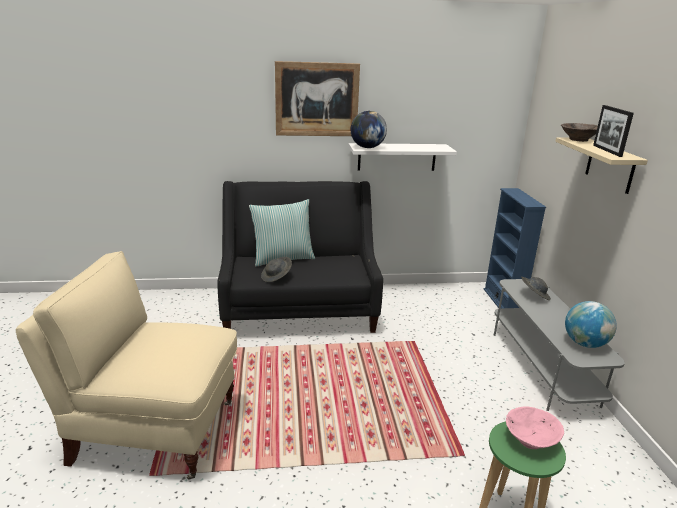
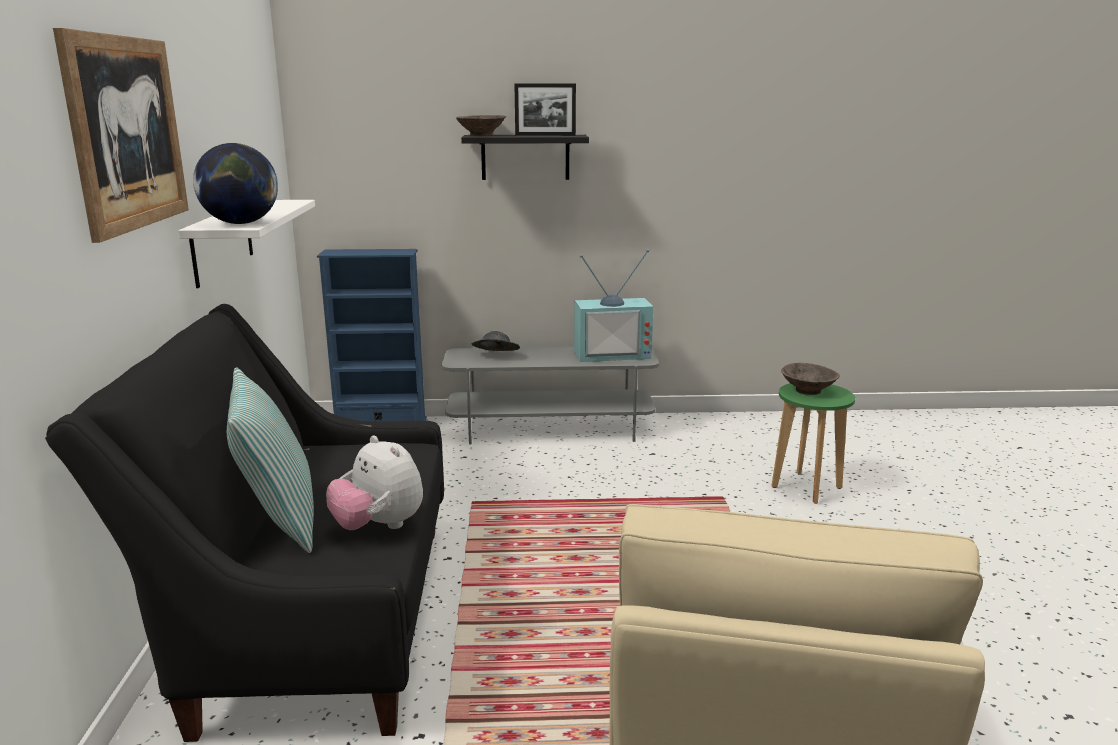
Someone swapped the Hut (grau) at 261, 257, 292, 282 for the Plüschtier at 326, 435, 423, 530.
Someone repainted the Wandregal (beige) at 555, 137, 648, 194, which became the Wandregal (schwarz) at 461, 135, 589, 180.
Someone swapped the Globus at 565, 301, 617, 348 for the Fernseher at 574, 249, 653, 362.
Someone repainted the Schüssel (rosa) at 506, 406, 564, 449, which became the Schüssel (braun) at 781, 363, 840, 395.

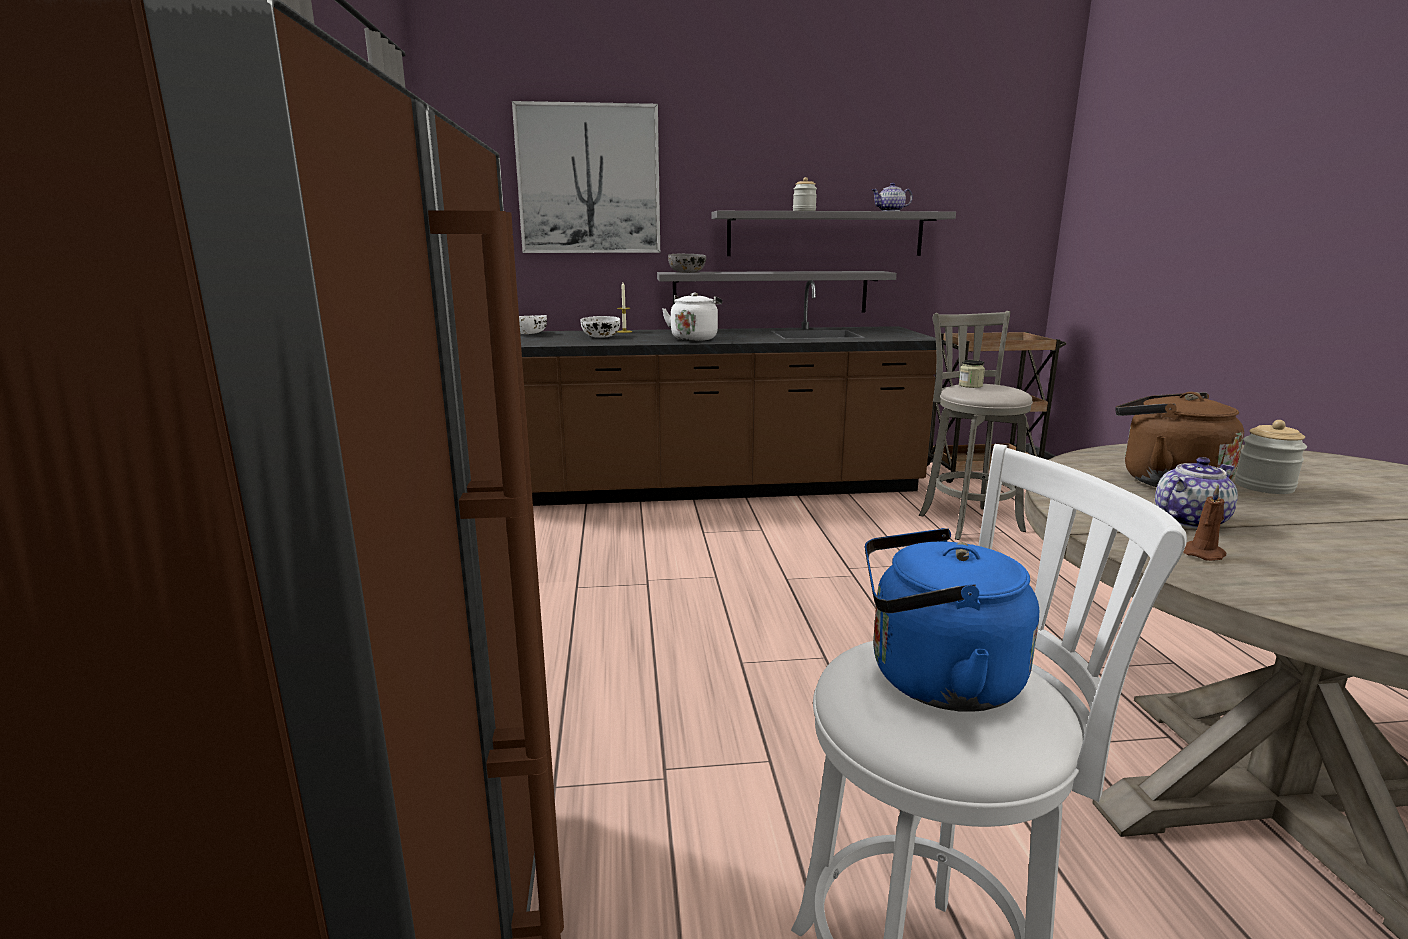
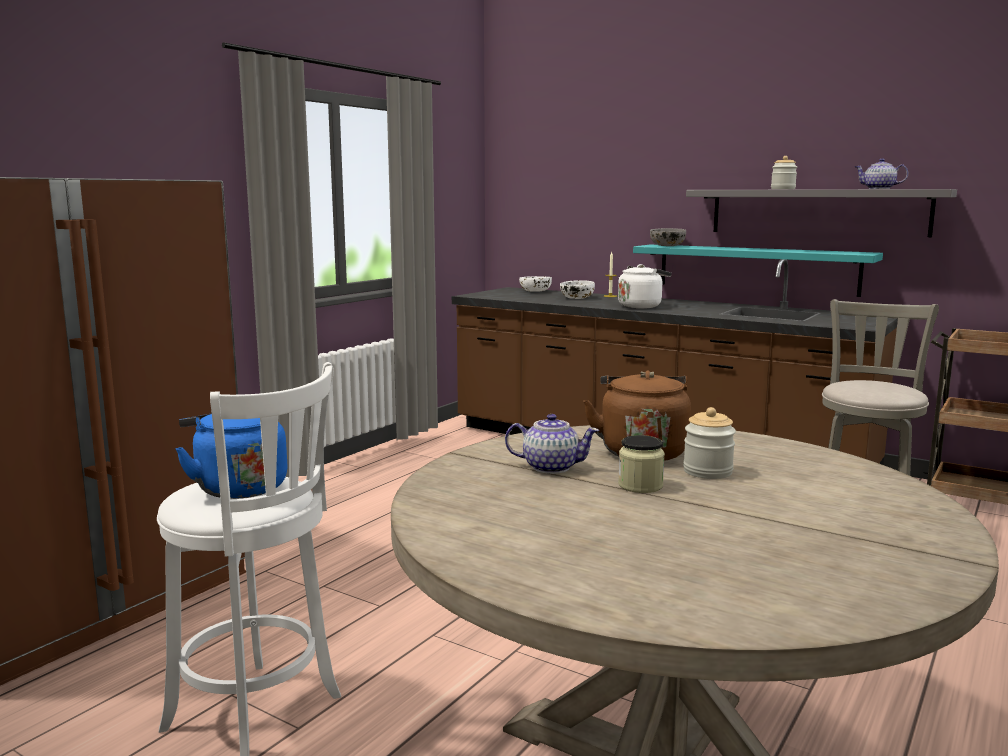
Someone carried the Vorratsglas from 959, 360, 985, 388 to 618, 435, 665, 493.
Someone repainted the Wandregal (grau) at 657, 271, 897, 312, which became the Wandregal (türkis) at 633, 244, 883, 297.
Someone took away the Bild at 512, 101, 660, 253.
Someone took away the Kerze (braun) at 1183, 484, 1226, 561.

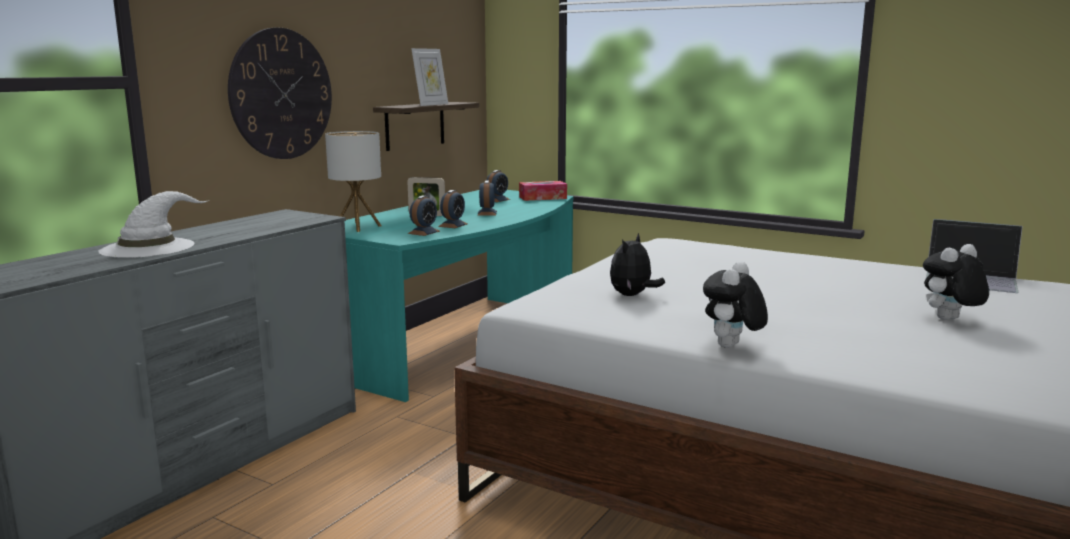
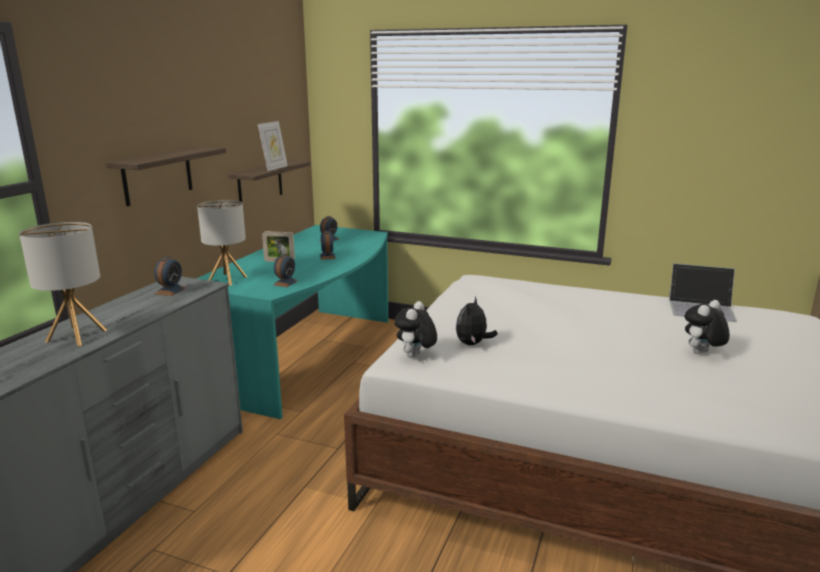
Someone swapped the Hut (weiß) at 98, 191, 209, 258 for the Tischlampe at 19, 222, 107, 346.
Someone swapped the Wanduhr at 228, 27, 332, 159 for the Wandregal at 106, 147, 226, 206.
Someone carried the Wecker from 438, 190, 468, 228 to 154, 257, 186, 296.
Someone carried the Plüschtier from 703, 261, 768, 348 to 394, 301, 437, 358.
Someone took away the Taschentuchbox at 519, 181, 567, 201.

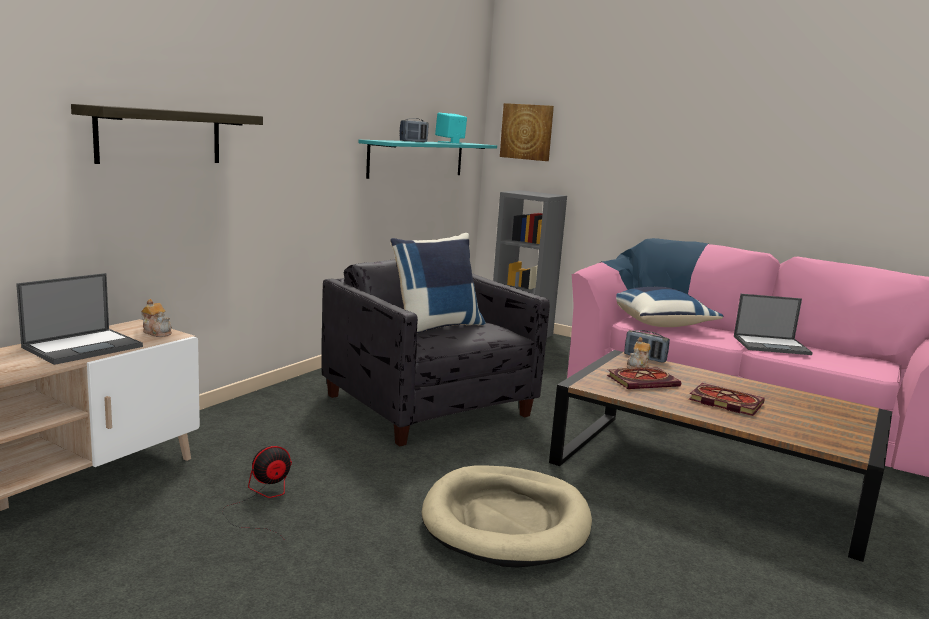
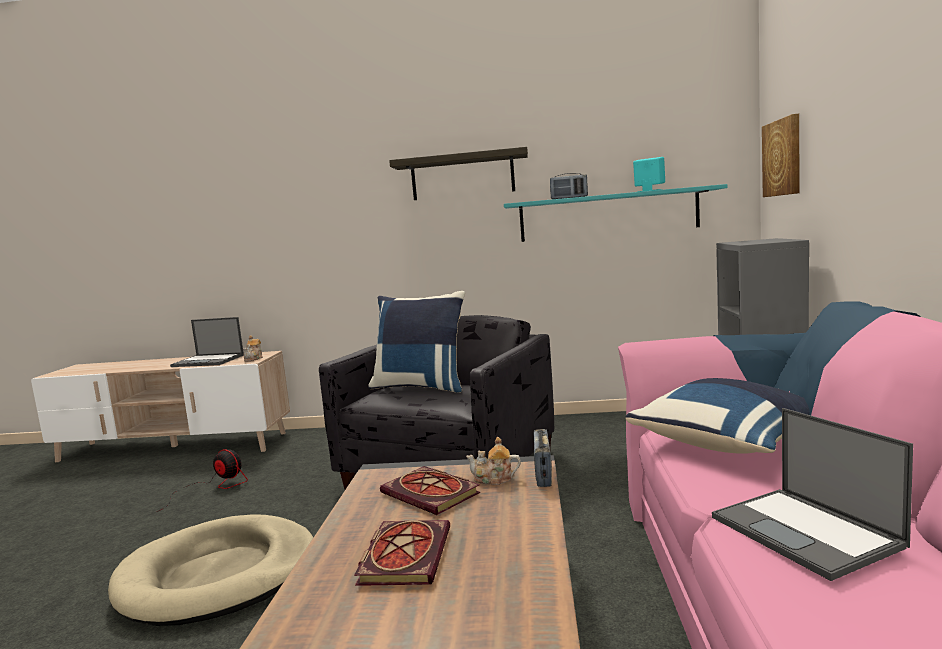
Someone carried the Wandregal from 71, 104, 263, 164 to 389, 147, 528, 200.

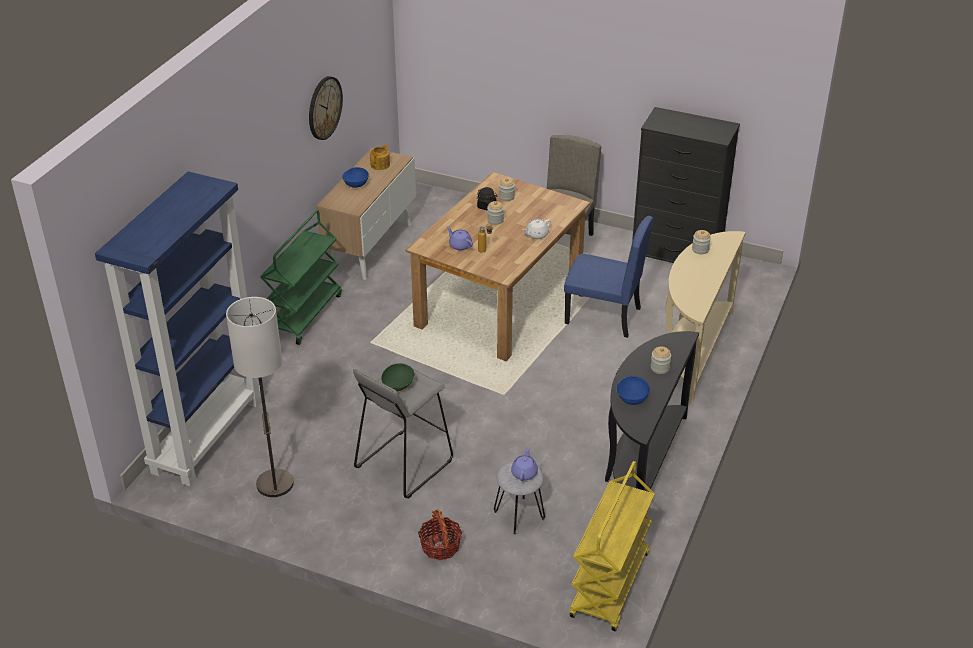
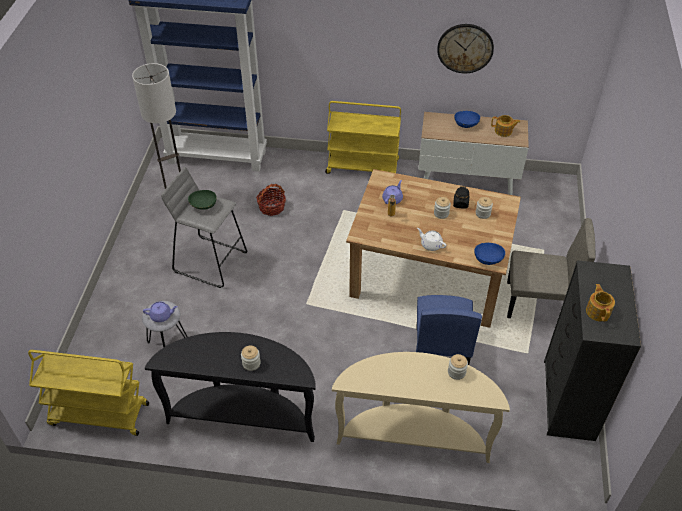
Someone carried the Korb from 418, 509, 462, 560 to 256, 184, 286, 216.
Someone repainted the Rollwagen (grün) at 260, 210, 342, 345, which became the Rollwagen (gelb) at 325, 101, 401, 174.
Someone carried the Schüssel (blau) from 616, 376, 650, 405 to 474, 243, 505, 265.
Someone put down the Teekanne at 586, 284, 615, 321.

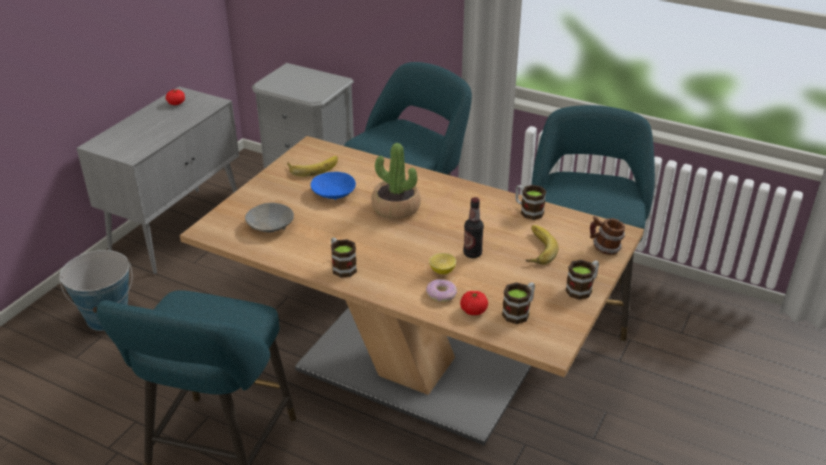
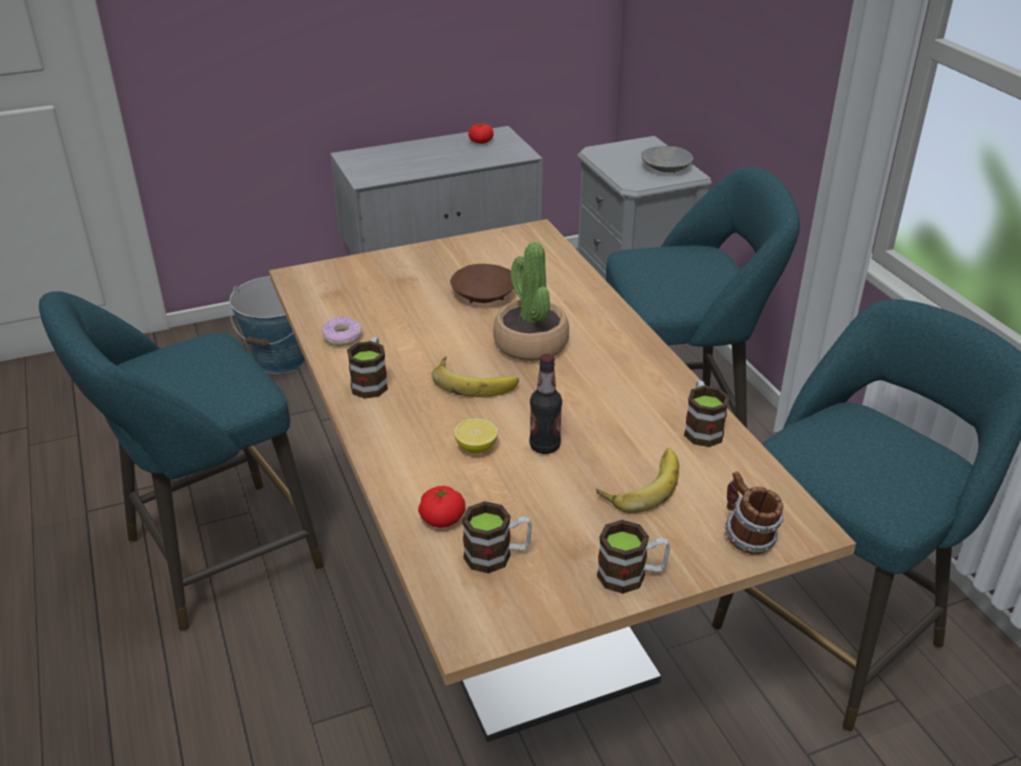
Someone carried the Donut from 426, 279, 457, 302 to 322, 317, 362, 346.
Someone carried the Banane from 287, 156, 338, 177 to 432, 356, 519, 397.
Someone repainted the Schüssel (blau) at 311, 172, 356, 200, which became the Schüssel (braun) at 450, 264, 514, 303.
Someone carried the Schüssel (grau) from 245, 203, 294, 232 to 641, 146, 693, 173.

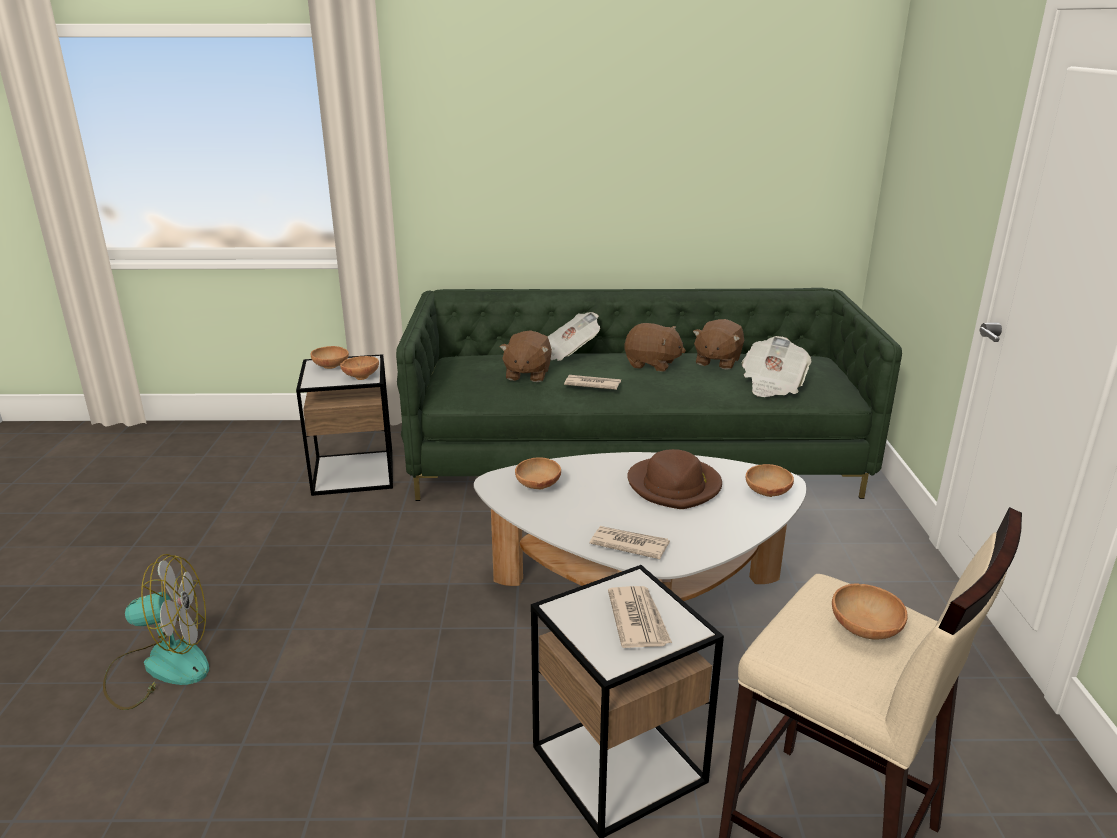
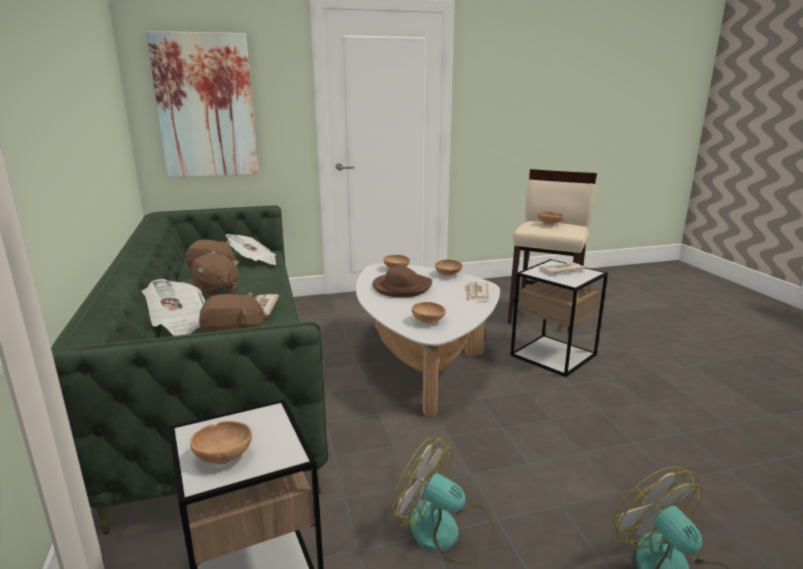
Someone put up the Bild at 146, 31, 258, 178.
Someone rotated the Plüschtier (braun) at 624, 323, 686, 372 by 135 degrees clockwise.
Someone put down the Ventilator at 391, 437, 495, 565.
Someone carried the Schüssel (braun) from 340, 356, 379, 380 to 435, 259, 462, 276.

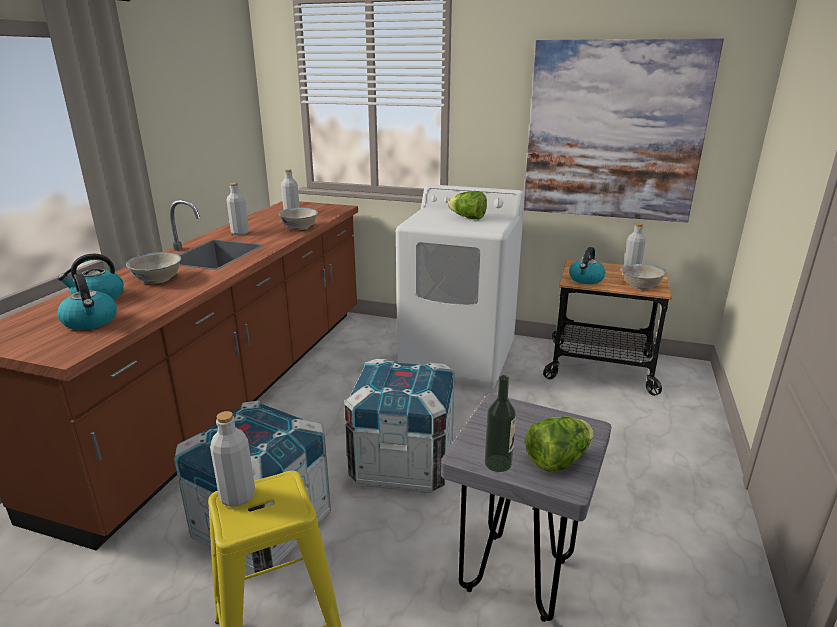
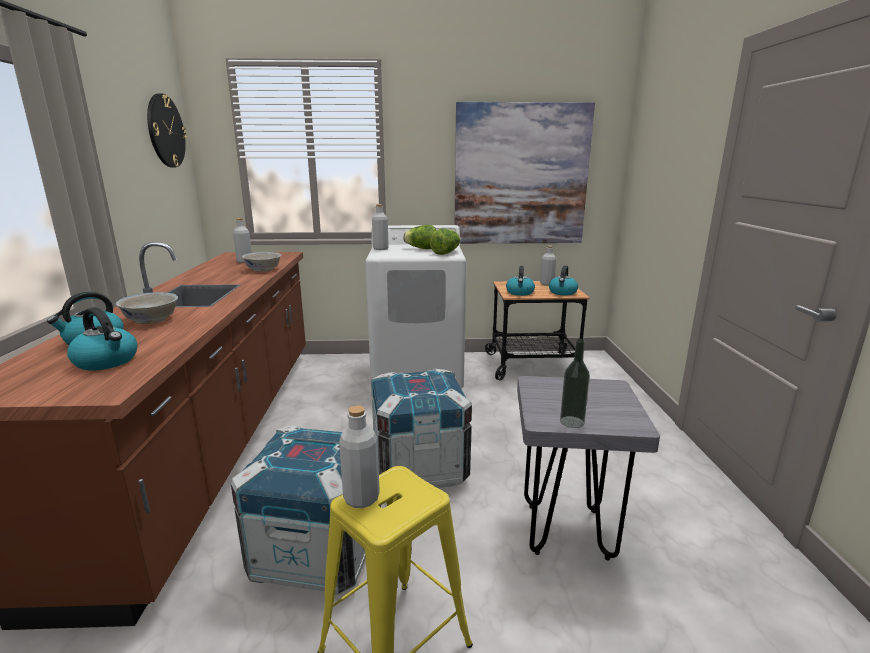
Someone put up the Wanduhr at 147, 93, 187, 168.
Someone carried the Flasche (grau) from 227, 183, 249, 235 to 372, 204, 389, 250.
Someone carried the Salatkopf from 525, 416, 594, 472 to 429, 229, 461, 255.
Someone swapped the Schüssel (weiß) at 621, 264, 667, 290 for the Wasserkessel at 549, 266, 578, 295.

